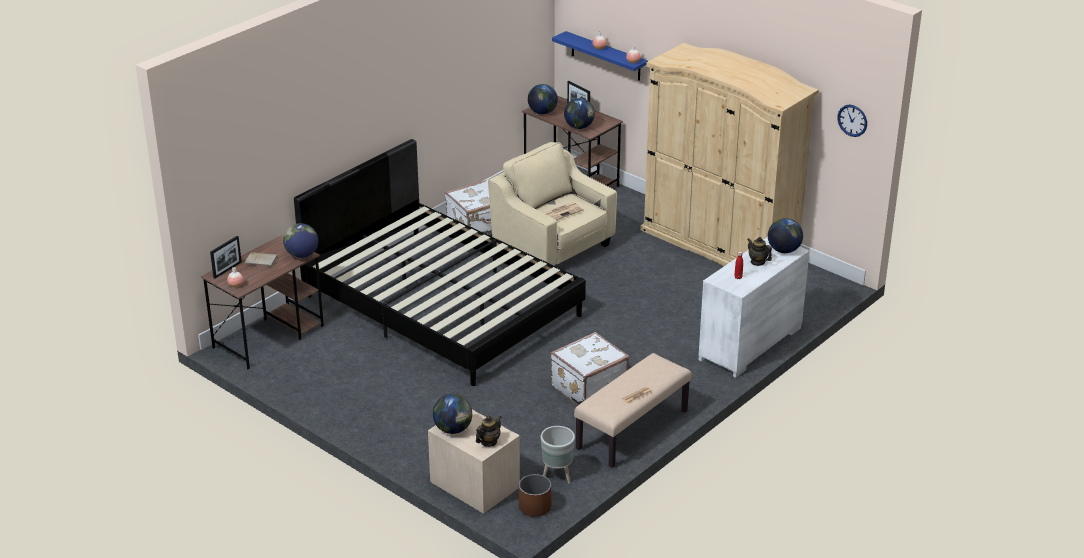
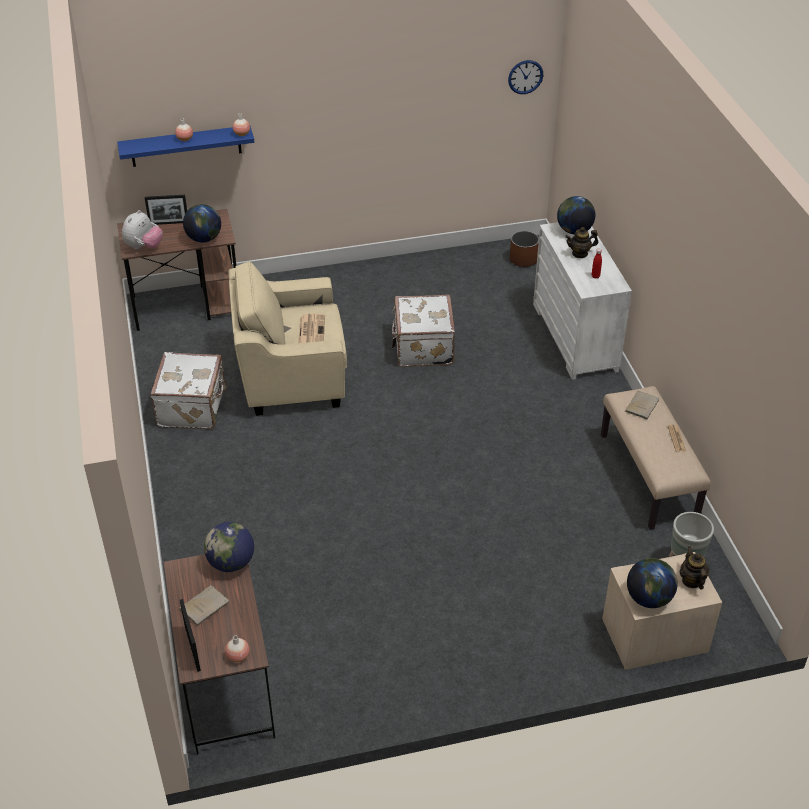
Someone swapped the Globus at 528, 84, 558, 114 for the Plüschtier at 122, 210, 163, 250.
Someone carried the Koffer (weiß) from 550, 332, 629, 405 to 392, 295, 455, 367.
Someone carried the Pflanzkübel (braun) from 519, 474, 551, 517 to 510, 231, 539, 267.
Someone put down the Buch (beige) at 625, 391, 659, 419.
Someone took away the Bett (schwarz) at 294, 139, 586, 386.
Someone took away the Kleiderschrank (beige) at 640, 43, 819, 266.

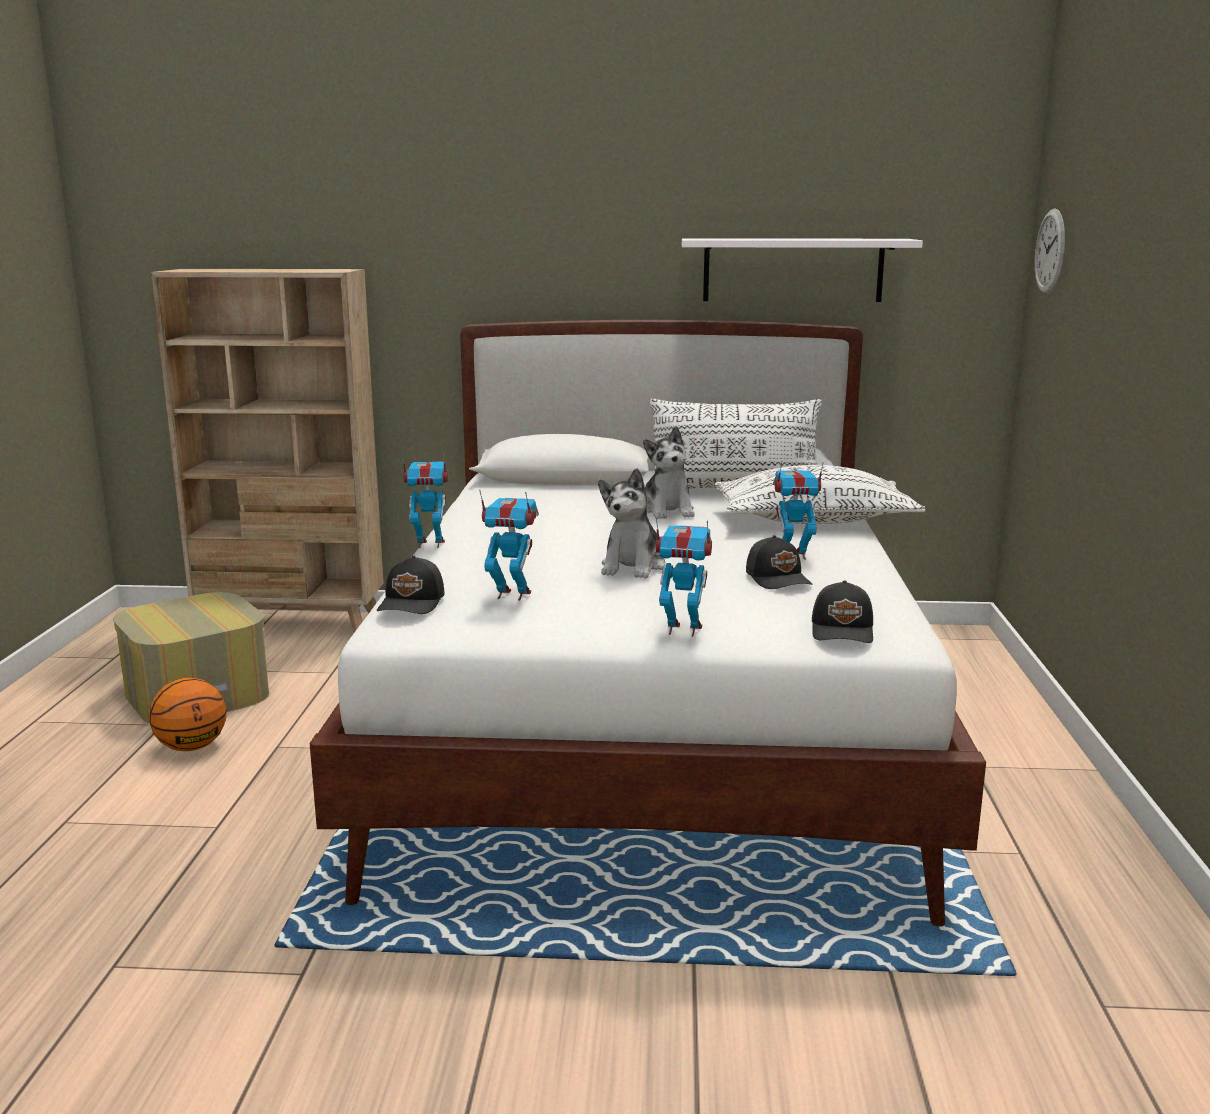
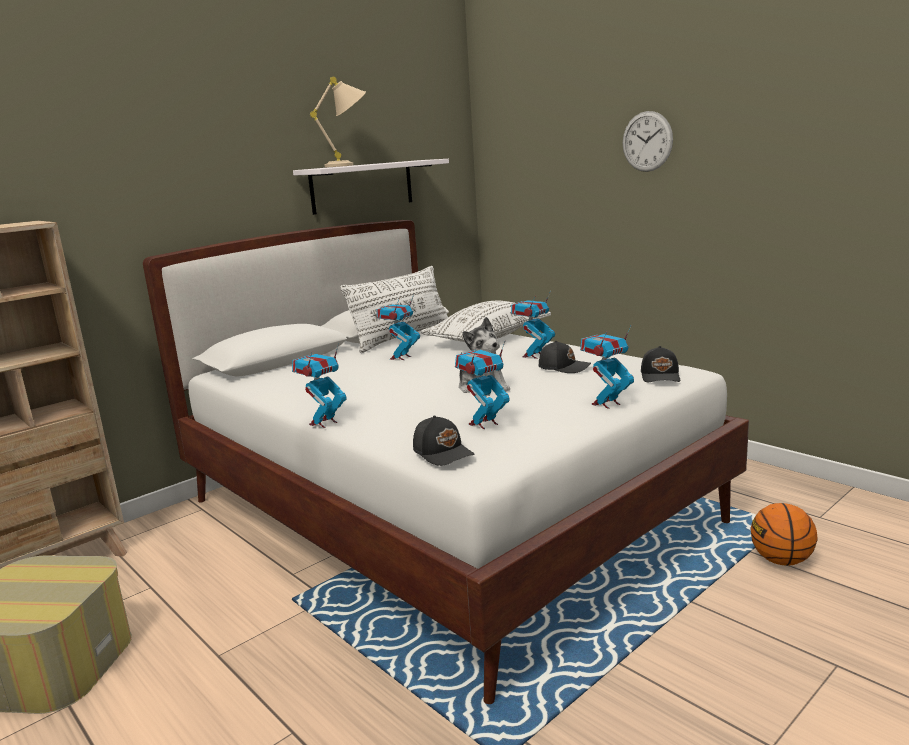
Someone put down the Tischlampe (beige) at 310, 77, 366, 167.
Someone swapped the Plüschtier at 643, 427, 695, 519 for the Spielzeugroboter at 377, 294, 420, 360.
Someone carried the Wanduhr from 1034, 208, 1065, 294 to 623, 111, 673, 172.
Someone rotated the Kappe (schwarz) at 812, 580, 873, 643 by 45 degrees clockwise.
Someone carried the Basketball from 149, 678, 227, 751 to 751, 503, 818, 566.

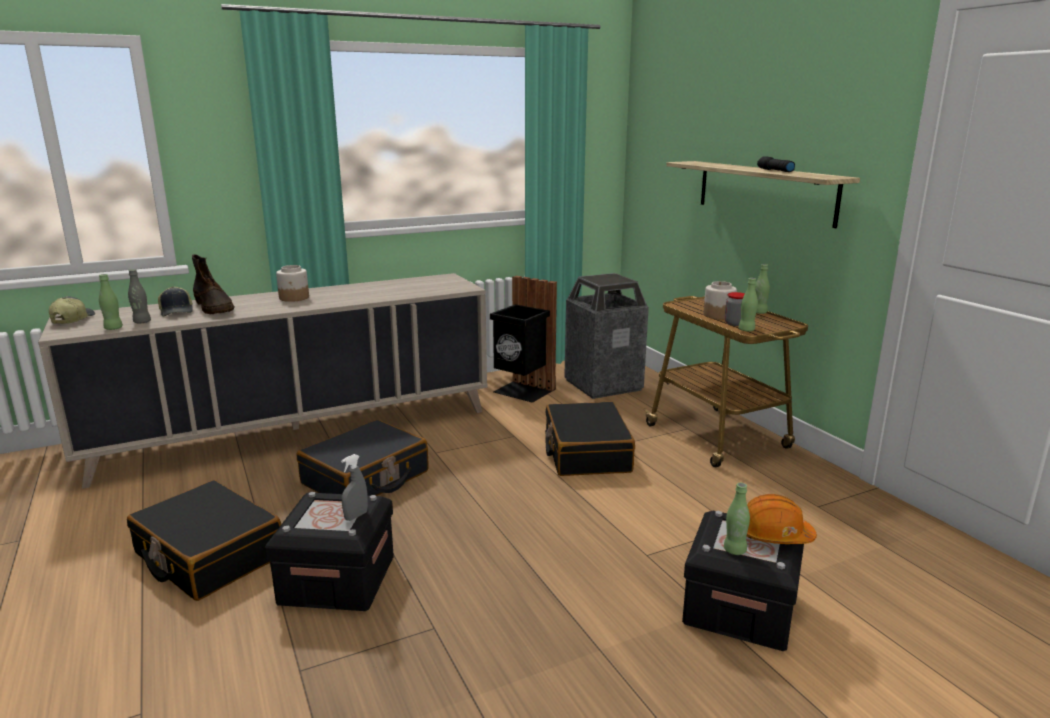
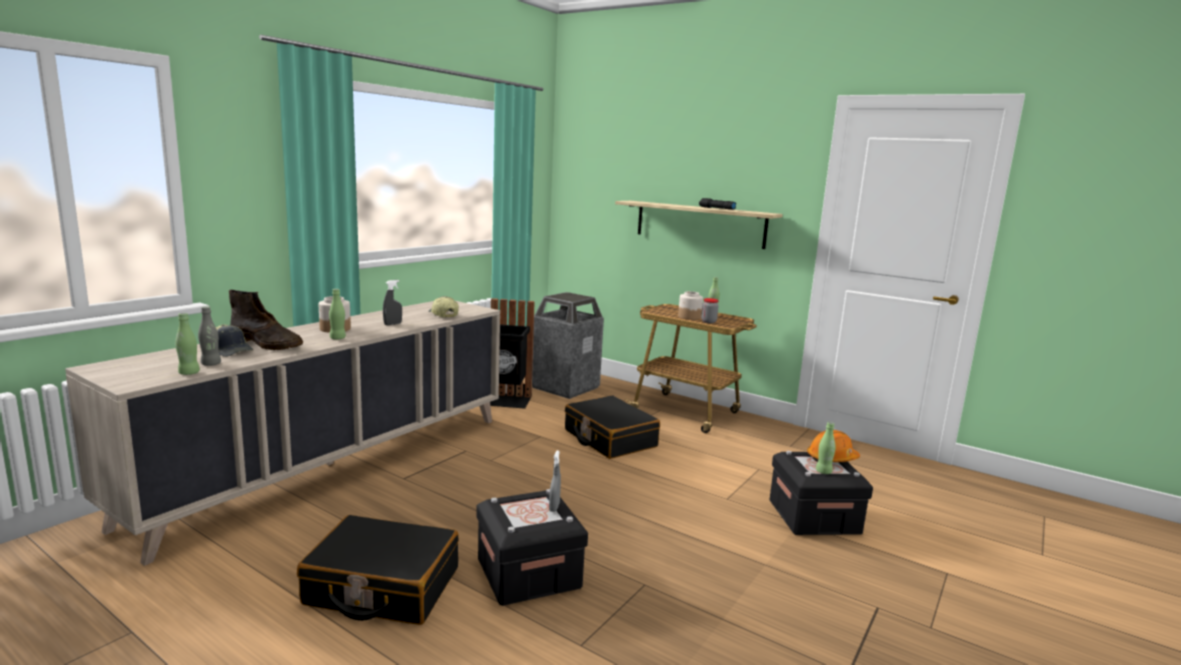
Someone carried the Flasche (grün) from 738, 278, 758, 331 to 329, 289, 346, 339.
Someone put down the Sprühflasche (grau) at 383, 280, 402, 325.
Someone carried the Kappe from 49, 296, 95, 324 to 428, 296, 459, 318.
Someone took away the Koffer (schwarz) at 297, 420, 428, 496.

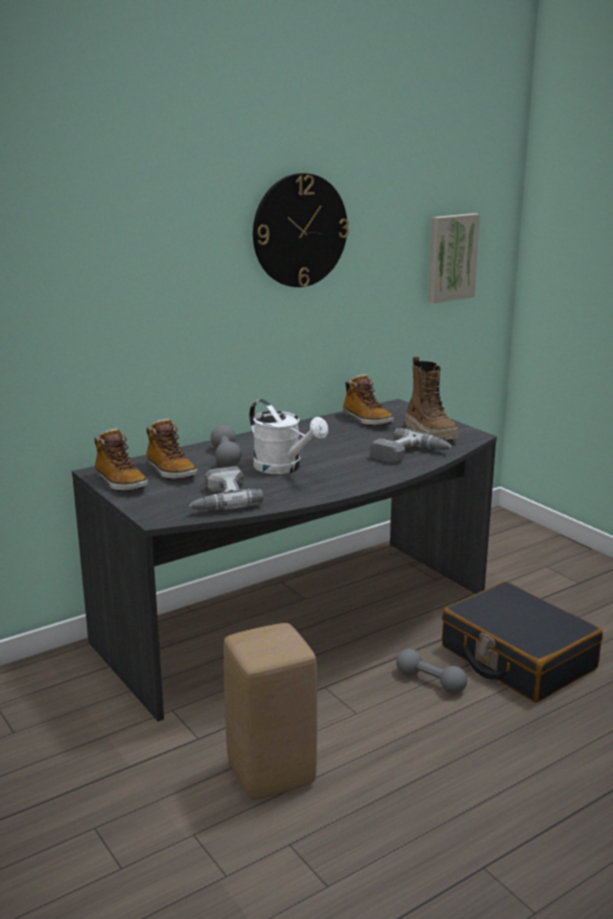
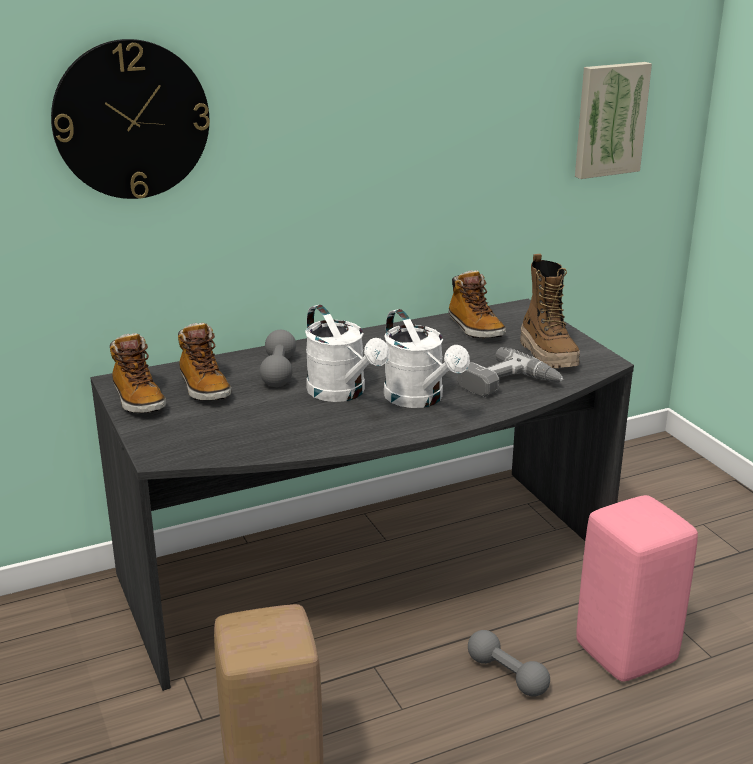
Someone carried the Wanduhr from 253, 173, 349, 287 to 51, 39, 210, 199.
Someone put down the Gießkanne (weiß) at 384, 309, 470, 408.
Someone swapped the Koffer (schwarz) at 442, 581, 603, 703 for the Hocker (rosa) at 576, 495, 698, 682.
Someone took away the Bohrmaschine at 189, 466, 264, 510.

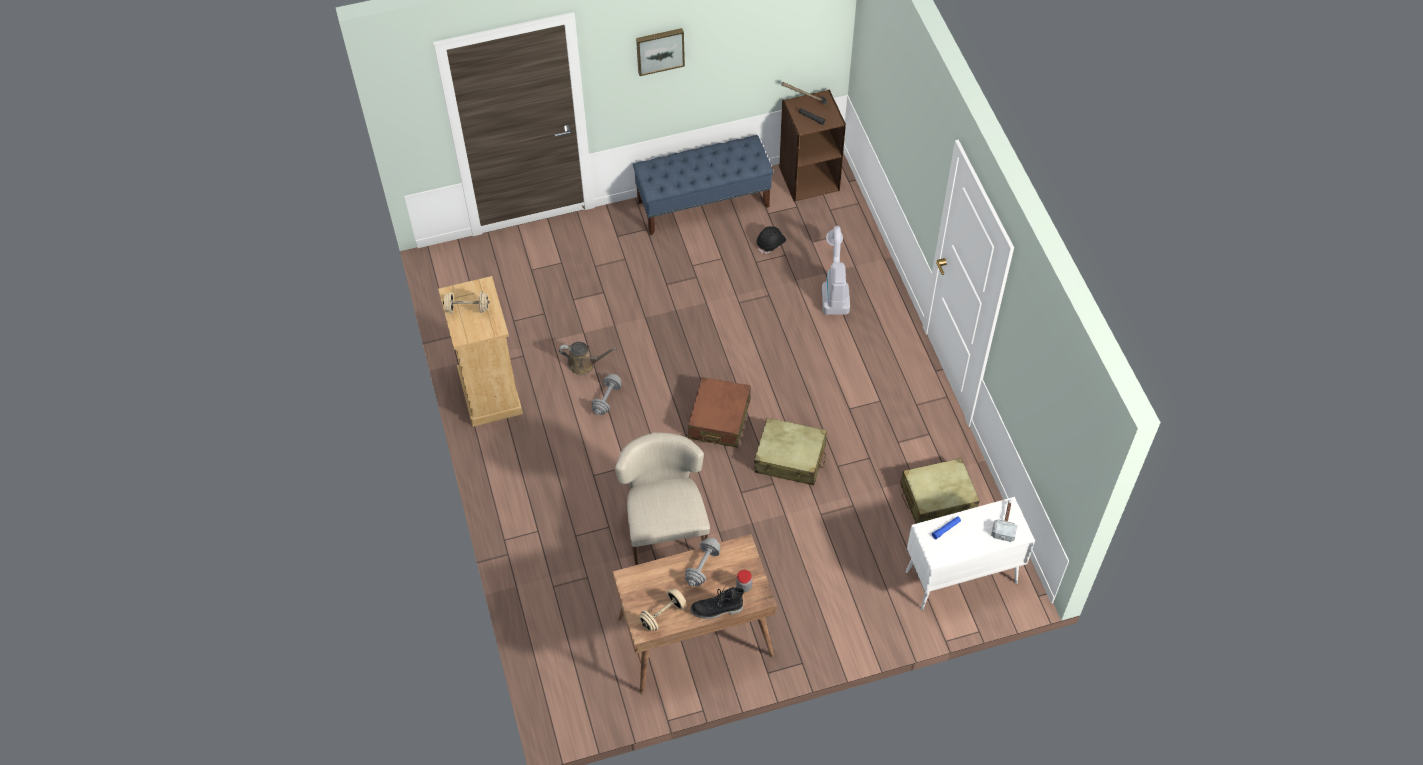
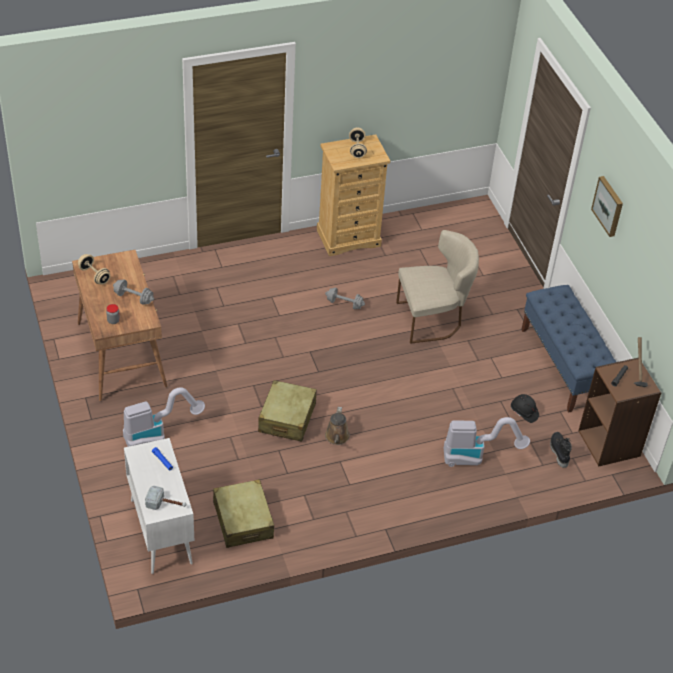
Someone put down the Staubsauger at 123, 387, 205, 447.
Someone carried the Gießkanne (braun) from 559, 342, 617, 375 to 325, 407, 350, 445.
Someone carried the Stuhl (beige) from 615, 432, 710, 565 to 396, 230, 479, 344.
Someone carried the Stiefel (schwarz) from 690, 587, 744, 619 to 550, 432, 572, 468.
Someone took away the Koffer (braun) at 688, 377, 751, 448.

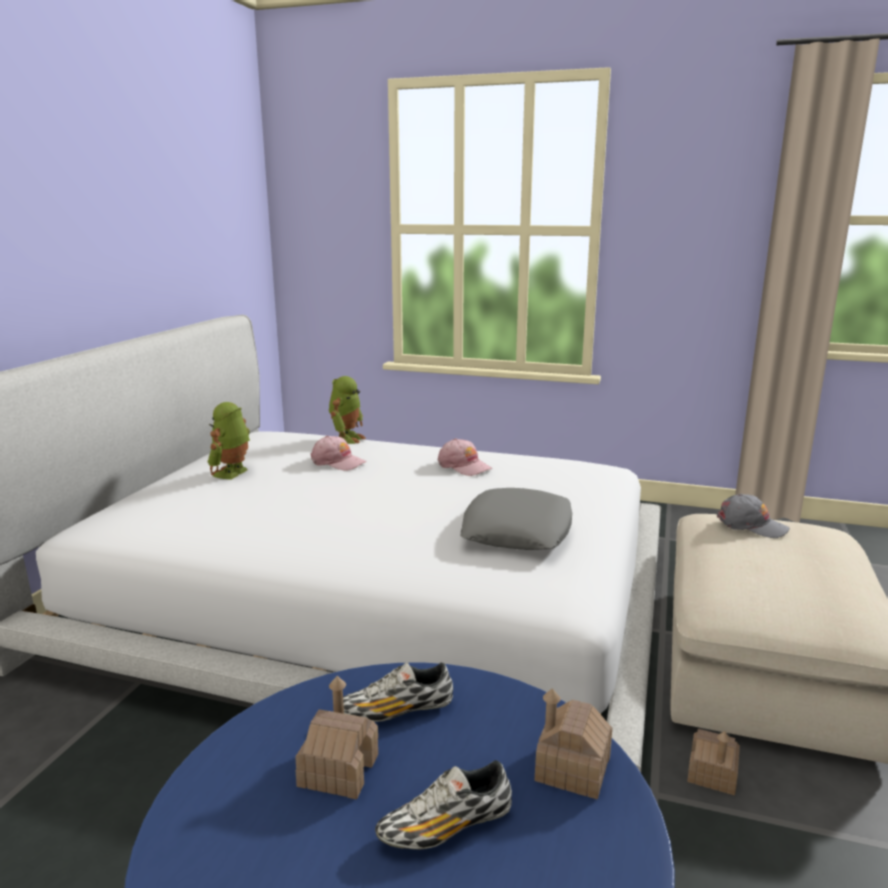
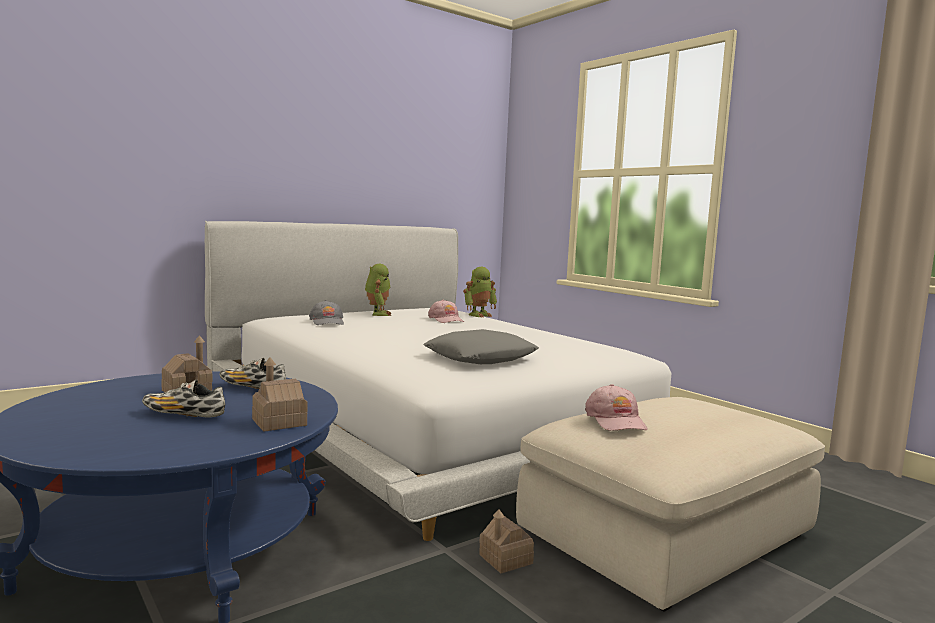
Someone carried the Kappe (grau) from 717, 494, 790, 538 to 309, 300, 344, 325.
Someone rotated the Spielzeugroboter at 208, 402, 250, 480 by 120 degrees clockwise.
Someone carried the Kappe (rosa) from 438, 438, 492, 476 to 585, 384, 648, 431.

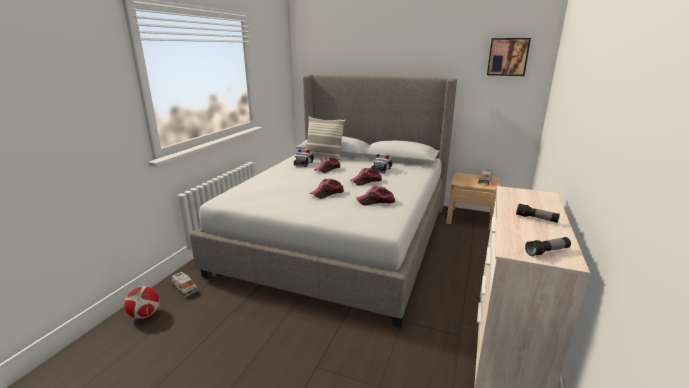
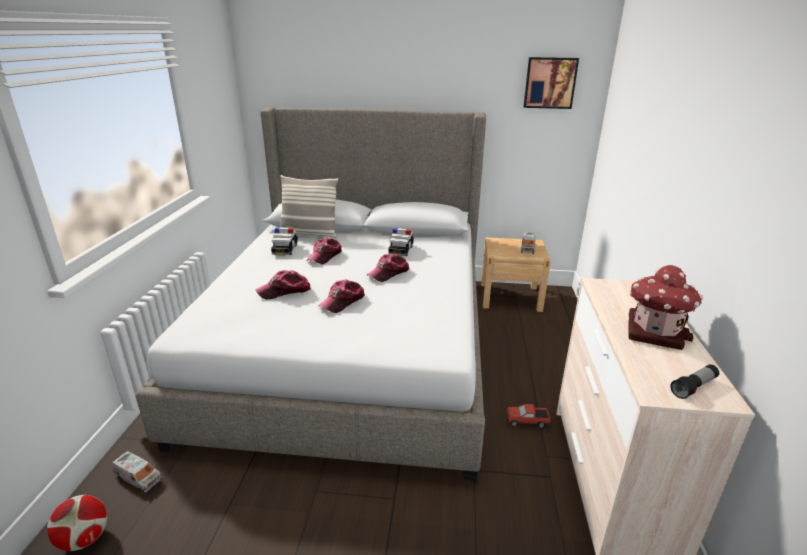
Someone carried the Kappe from 356, 186, 395, 206 to 255, 270, 311, 300.
Someone put down the Spielzeuglaster at 507, 404, 550, 428.
Someone swapped the Taschenlampe at 516, 203, 560, 223 for the Spielzeughaus at 628, 265, 703, 350.

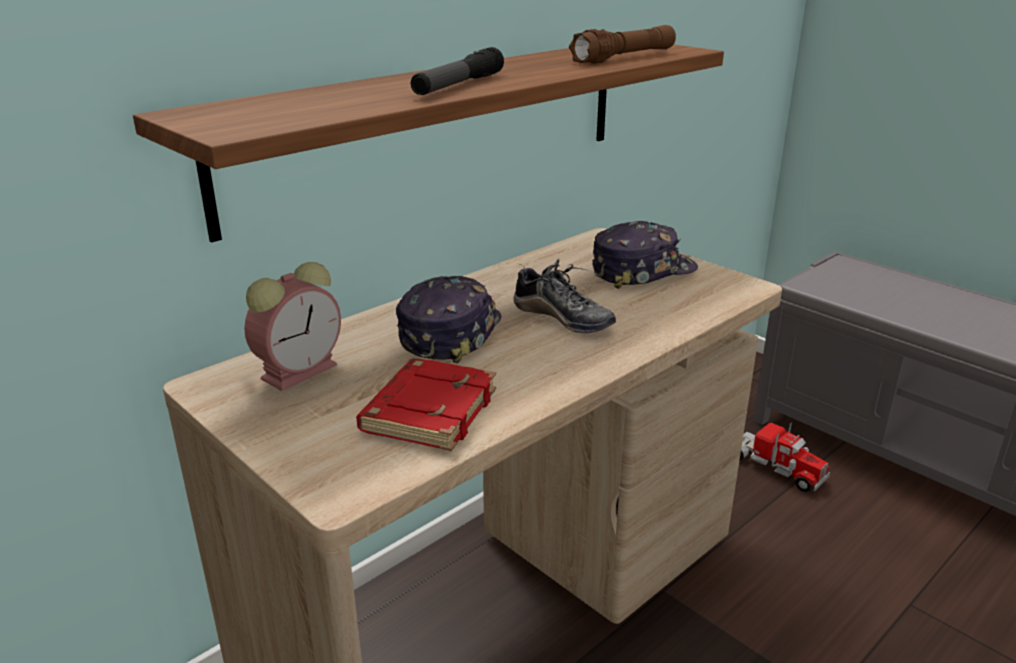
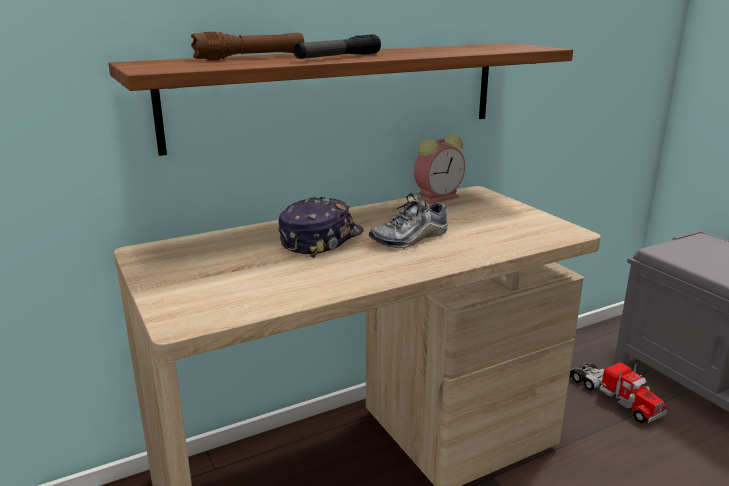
Someone carried the Taschenlampe (braun) from 569, 25, 676, 64 to 191, 31, 304, 60.
Someone rotated the Schuh at 513, 259, 616, 333 by 90 degrees clockwise.
Someone carried the Wecker from 244, 262, 341, 391 to 414, 135, 465, 204.
Someone took away the Buch (rot) at 356, 358, 496, 451.
Someone took away the Kappe at 592, 221, 698, 289.

